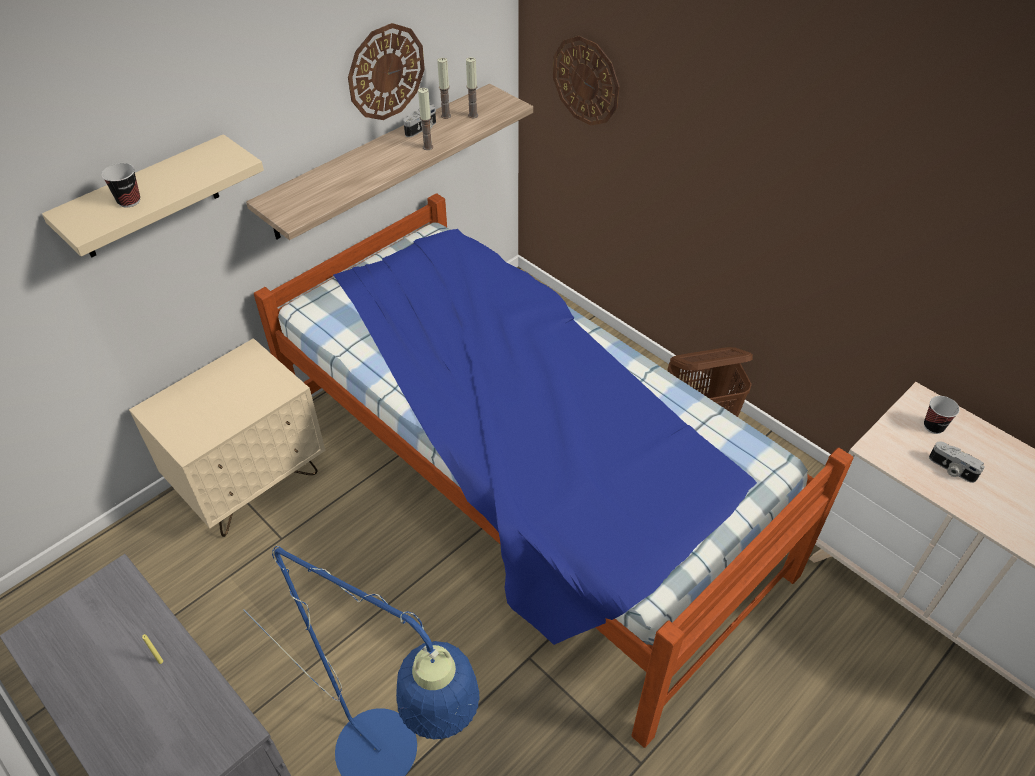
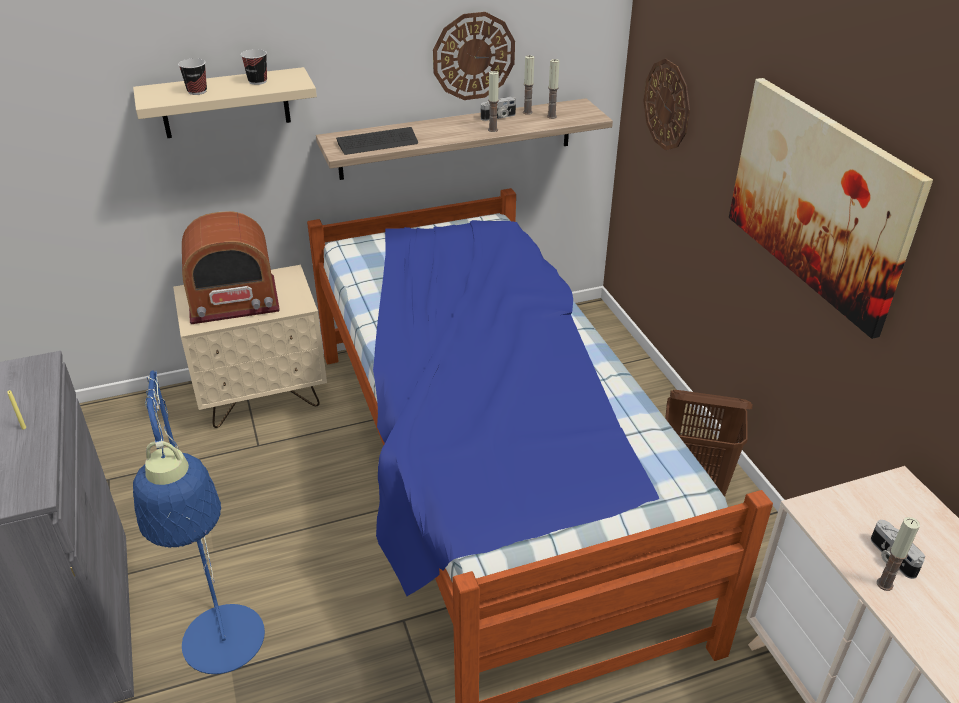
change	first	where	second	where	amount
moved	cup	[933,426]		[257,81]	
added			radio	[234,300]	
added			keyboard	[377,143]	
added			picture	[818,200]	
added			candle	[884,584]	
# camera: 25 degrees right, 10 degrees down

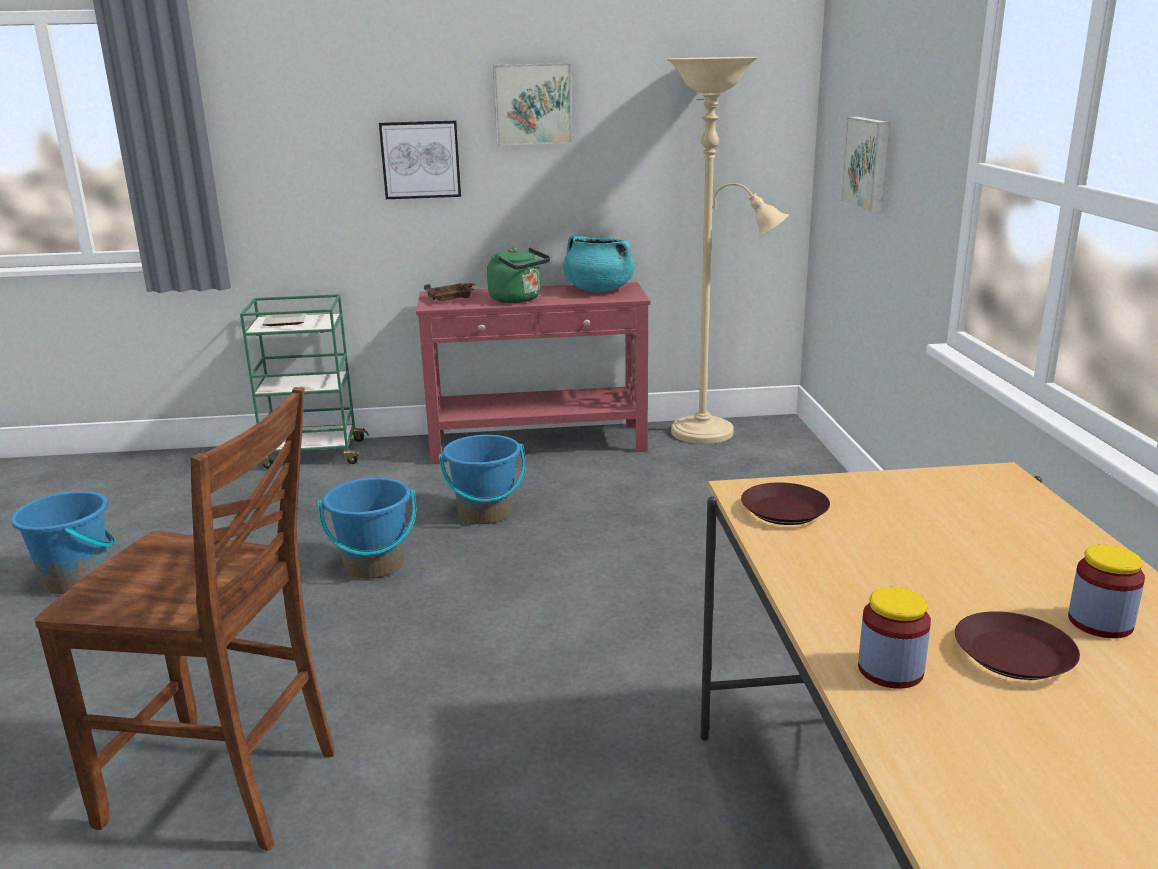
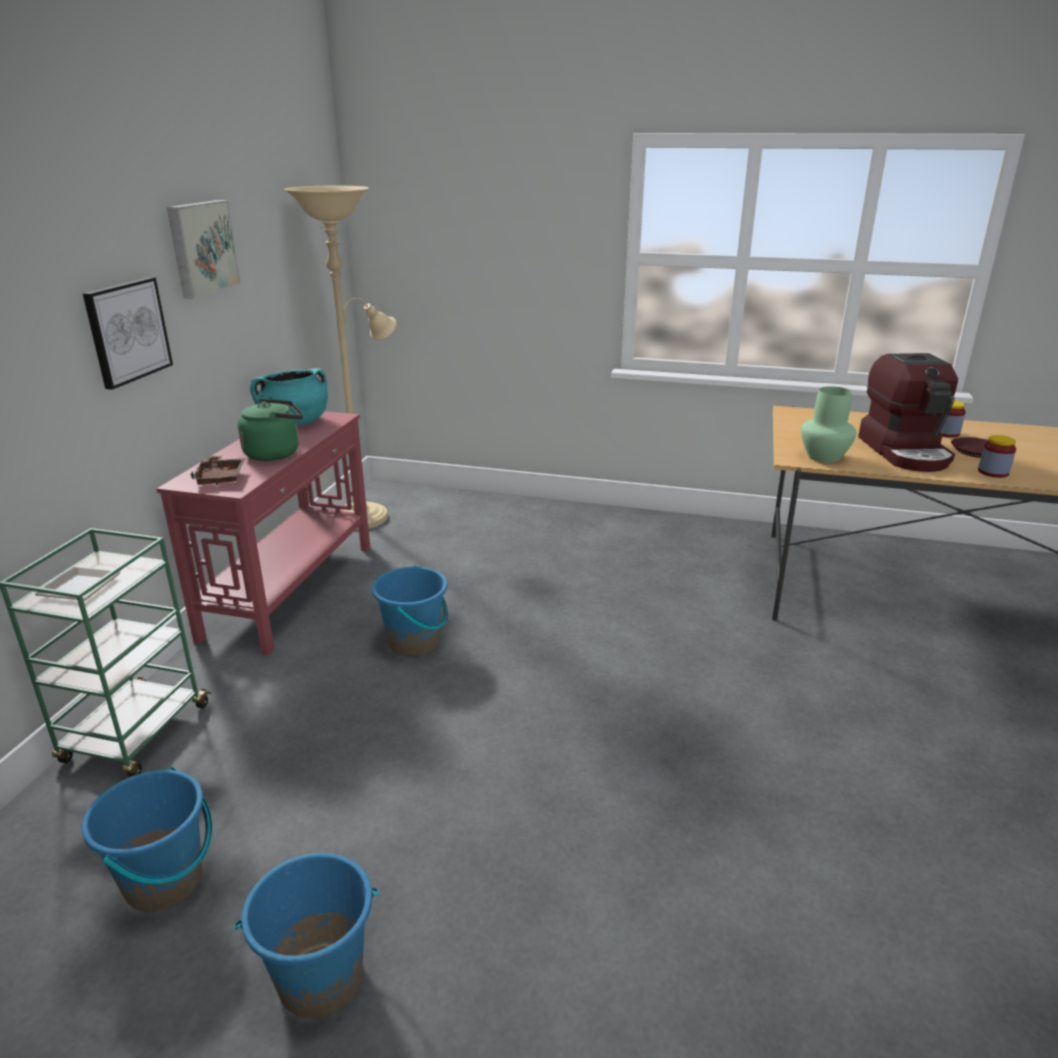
change	first	where	second	where	amount
removed	brown chair	[225,787]			
moved	blue bucket	[374,565]		[164,881]	
replaced	brown plate	[785,511]	green vase	[824,457]	
removed	picture	[869,163]			
added			coffee machine	[906,452]	
# camera: 70 degrees left, 5 degrees up

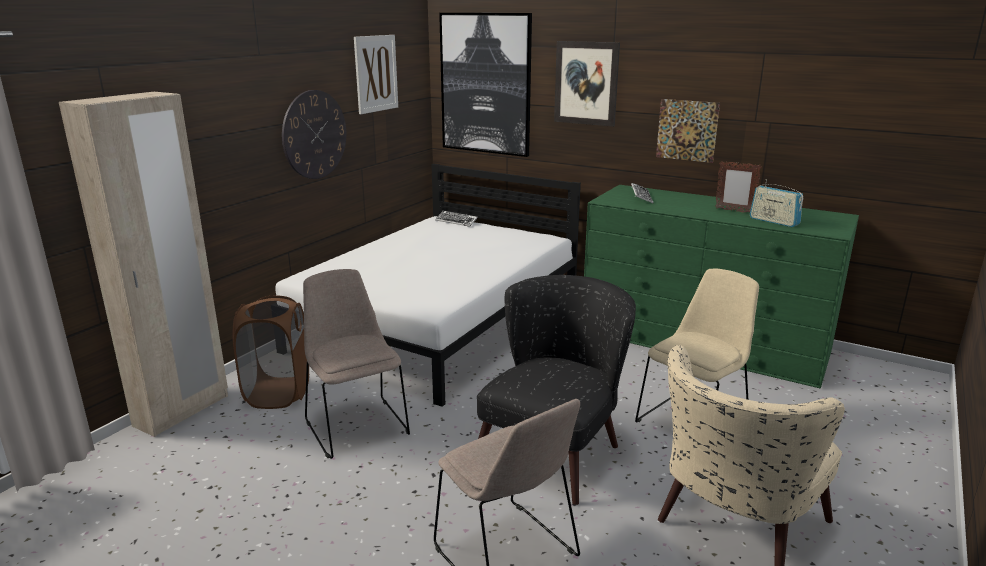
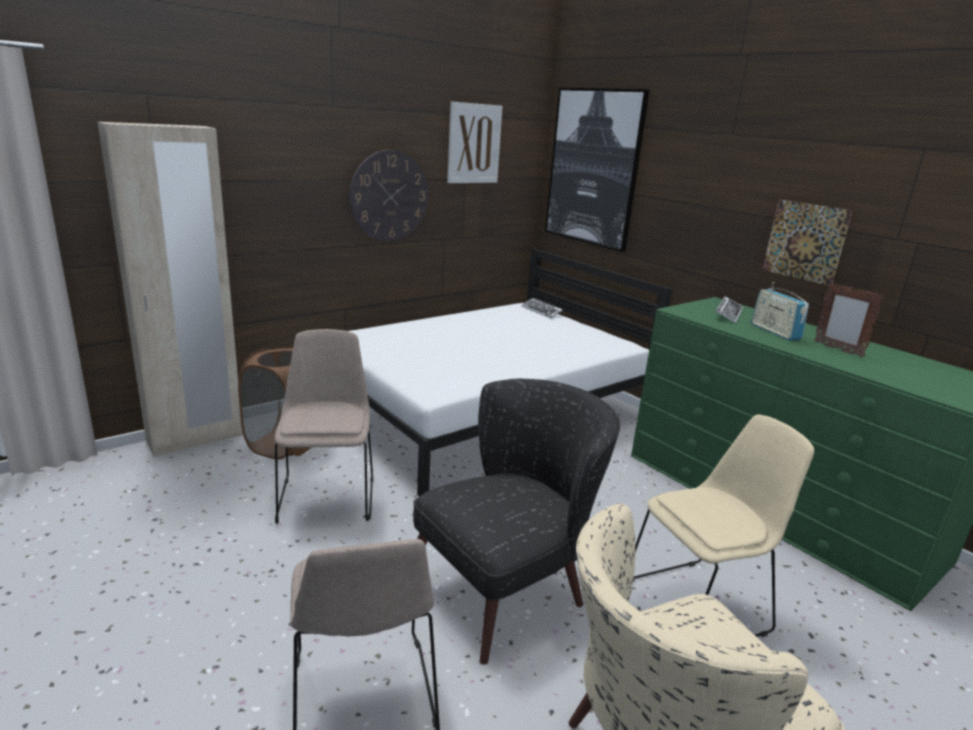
change	first	where	second	where	amount
removed	picture	[586,83]			
moved	radio	[774,221]		[774,332]	
# camera: 20 degrees right, 0 degrees up

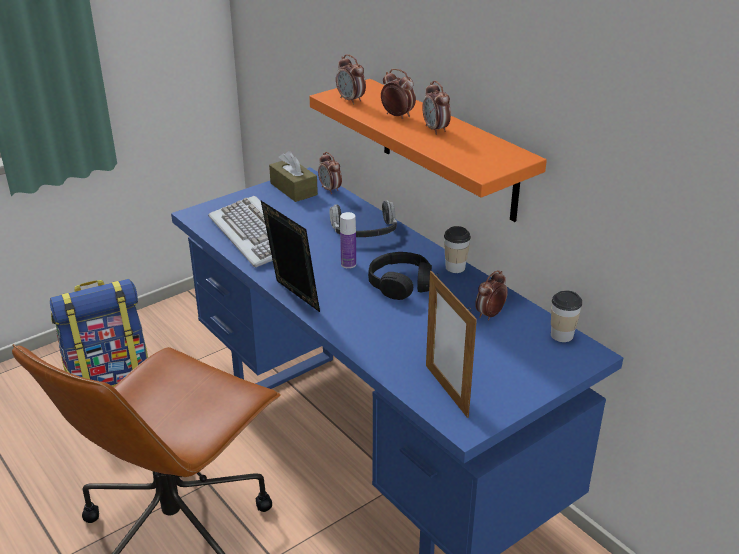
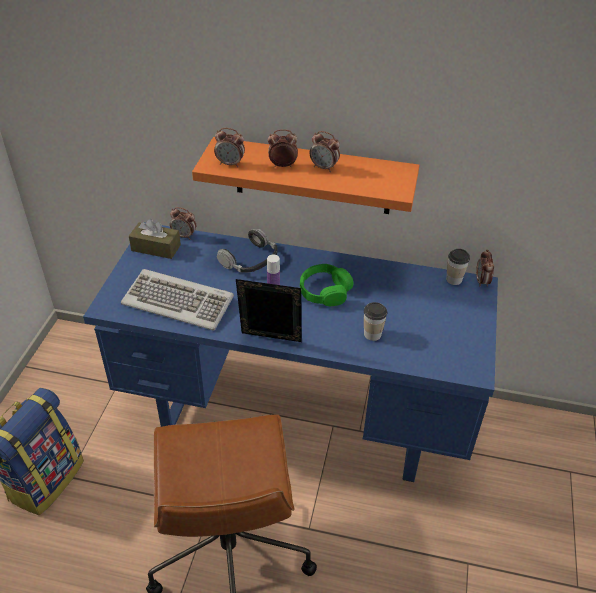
change	first	where	second	where	amount
recoloured	black headphones	[401,284]	green headphones	[325,291]	
removed	picture frame	[446,390]			
moved	cup	[455,267]		[372,334]	
moved	alarm clock	[489,315]		[482,282]	
# camera: 40 degrees left, 10 degrees up

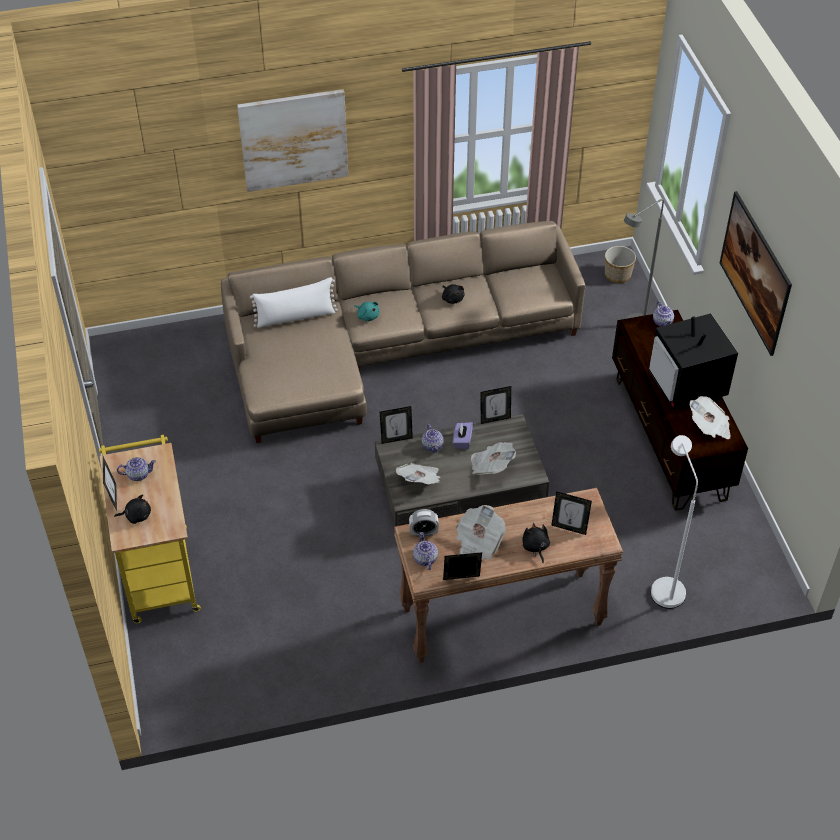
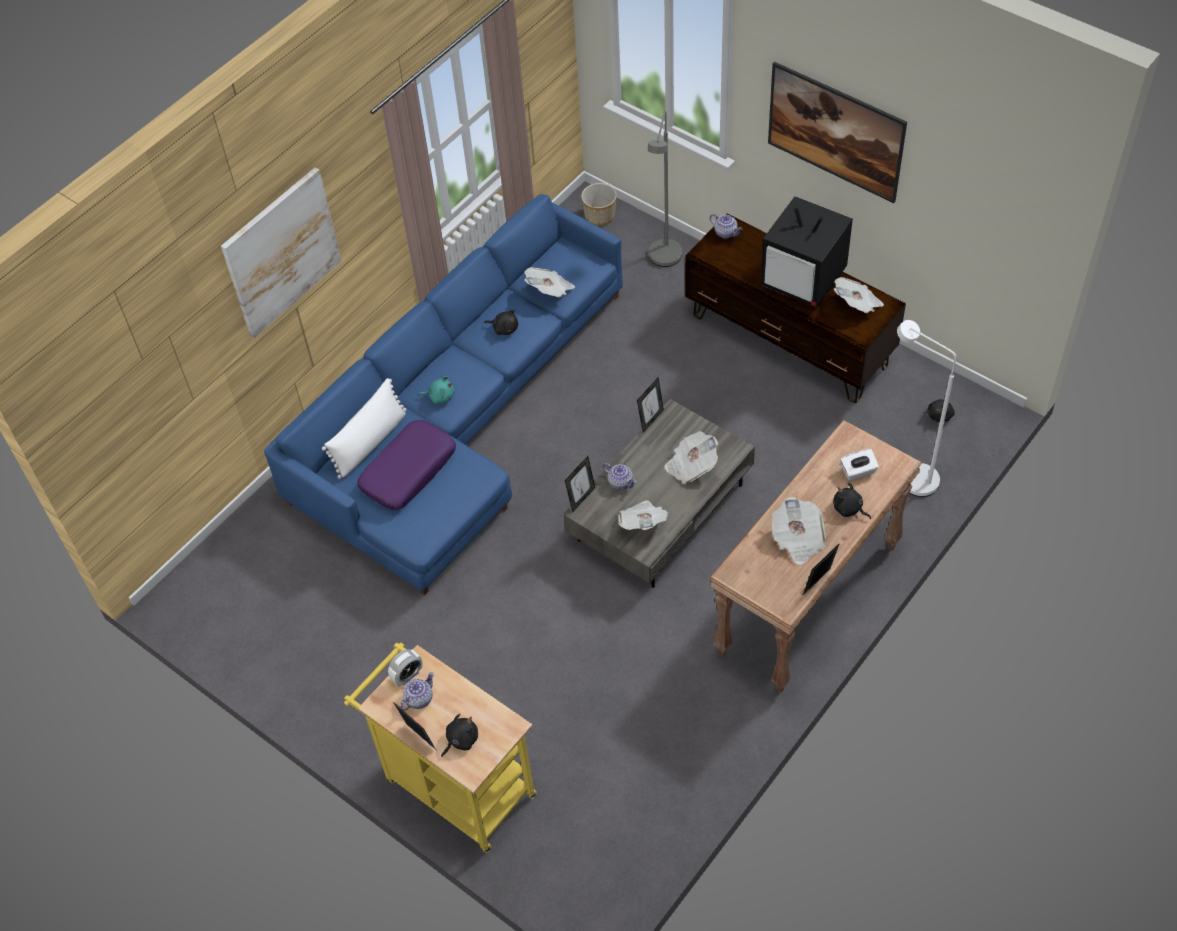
change	first	where	second	where	amount
recoloured	beige sofa	[386,349]	blue sofa	[457,420]	
moved	alarm clock	[423,532]		[407,676]	
removed	teapot	[425,559]			
removed	purple tissue box	[462,441]			
replaced	picture frame	[569,528]	white tissue box	[858,472]	
added			purple pillow	[408,471]	
added			newspaper	[550,290]	
added			black plush toy	[940,415]	
# camera: 35 degrees left, 5 degrees up

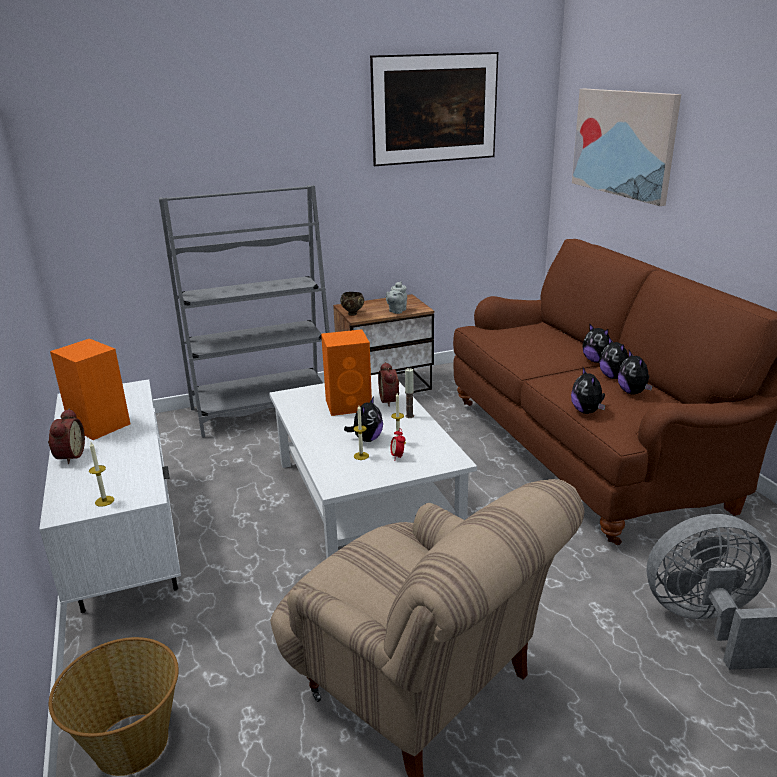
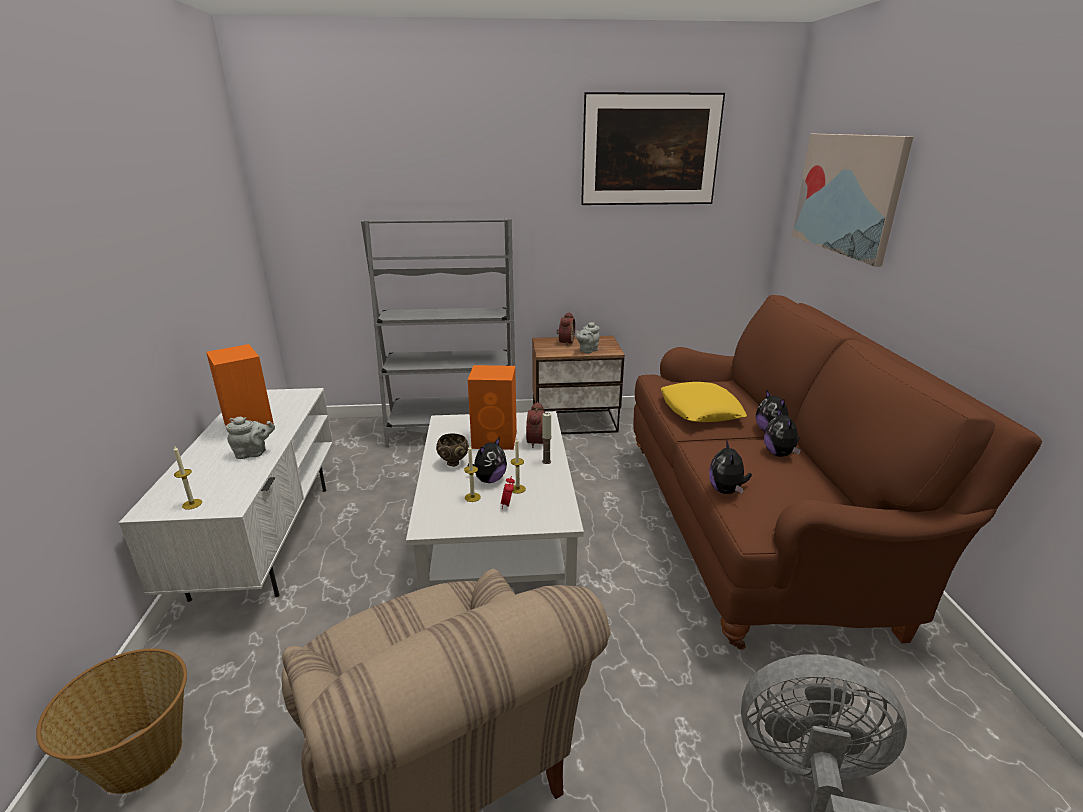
change	first	where	second	where	amount
moved	alarm clock	[68,456]		[565,342]	
moved	brown bowl	[353,314]		[454,463]	
removed	plush toy	[633,392]			
added			grey teapot	[253,453]	
added			yellow pillow	[700,410]	
# camera: 15 degrees right, 0 degrees up

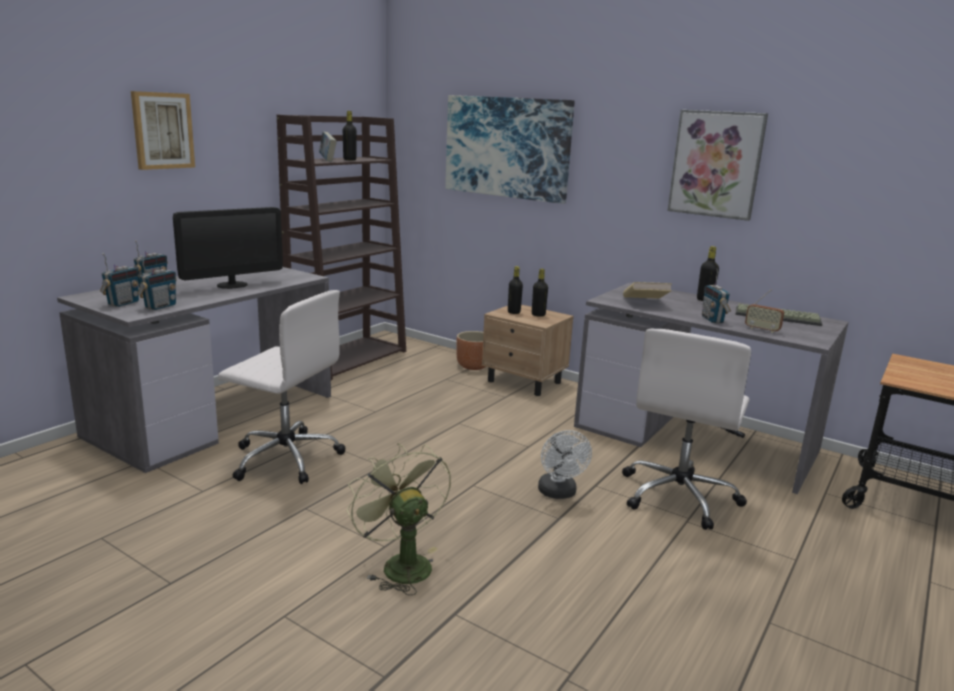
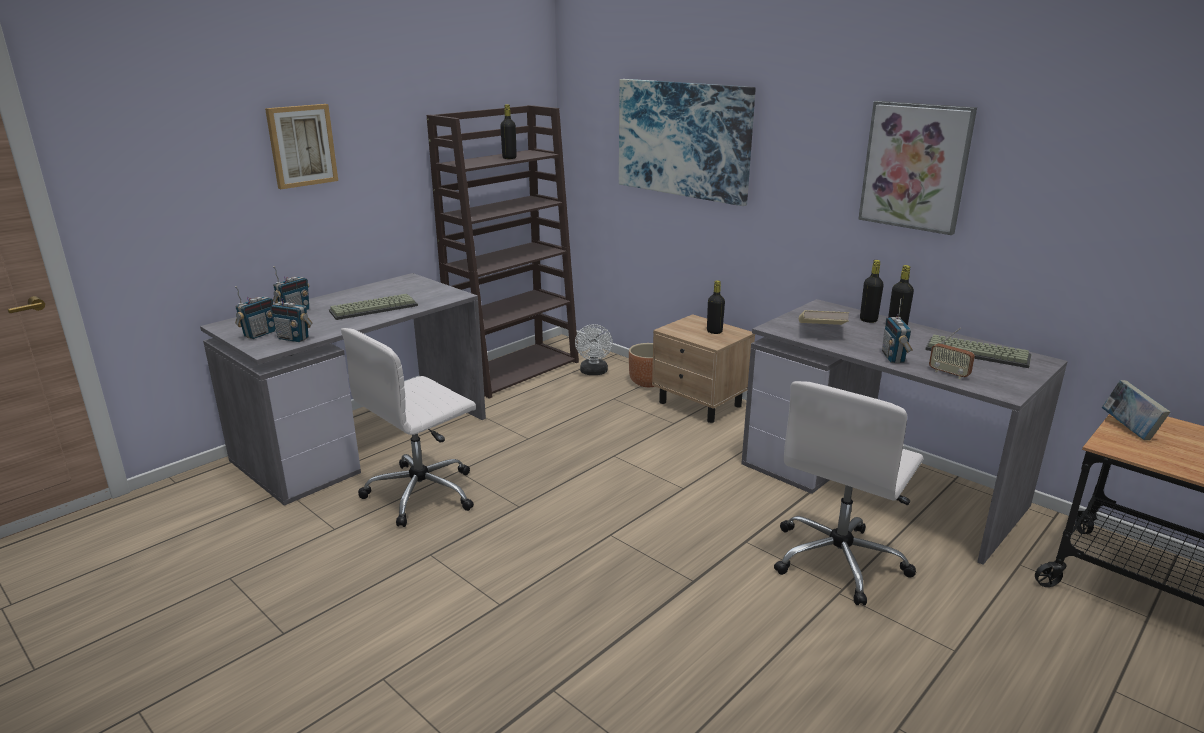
change	first	where	second	where	amount
turned	radio	[160,306]		[293,338]	75 degrees clockwise
replaced	monitor	[232,285]	keyboard	[374,308]	
turned	white office chair	[285,458]		[423,493]	105 degrees clockwise
moved	book	[327,160]		[1128,429]	
removed	green fan	[400,564]			
moved	black bottle	[514,312]		[868,320]	
moved	white fan	[559,493]		[594,372]	
# camera: 10 degrees right, 5 degrees up

